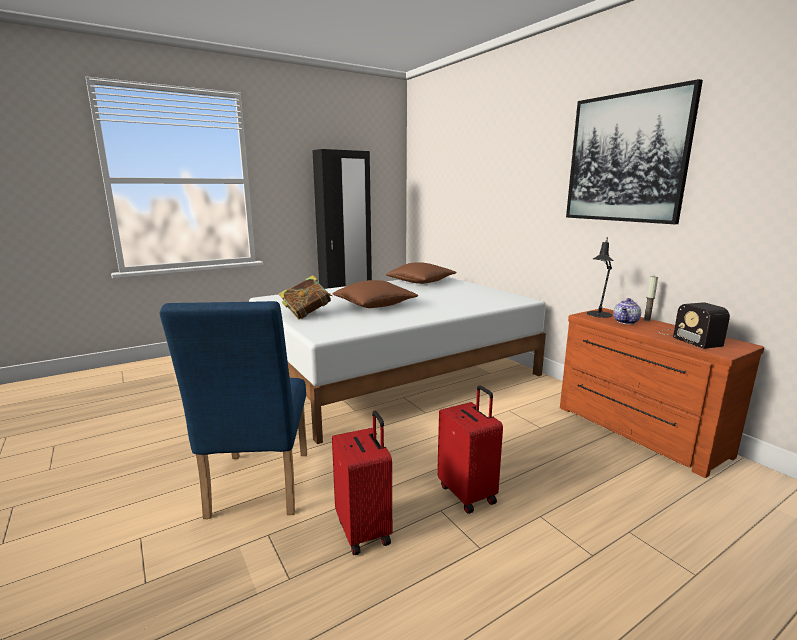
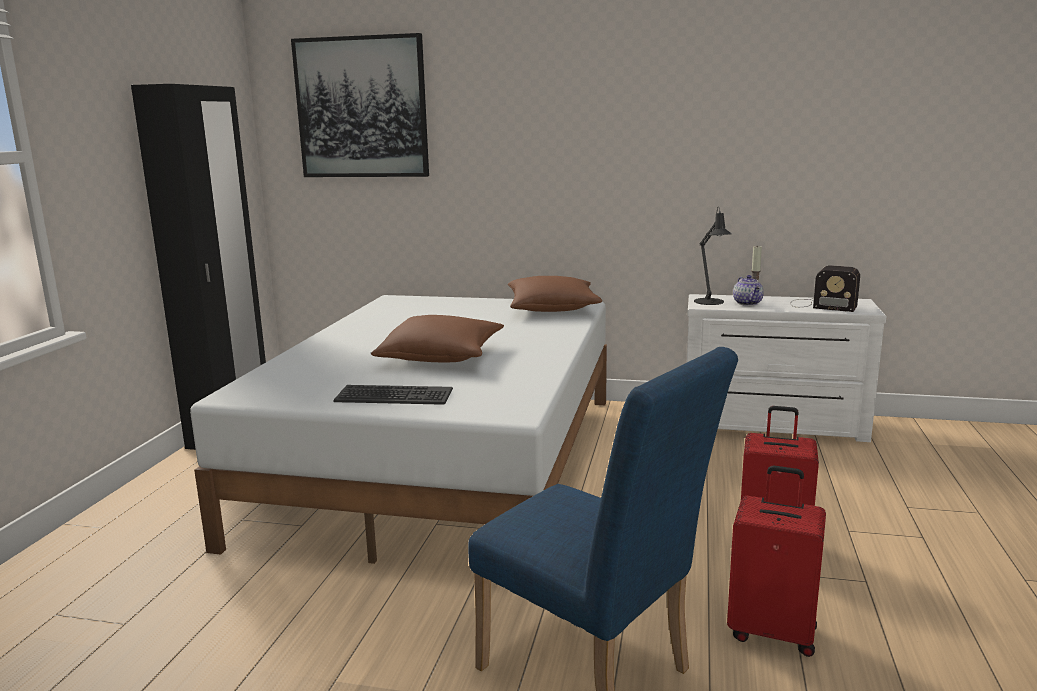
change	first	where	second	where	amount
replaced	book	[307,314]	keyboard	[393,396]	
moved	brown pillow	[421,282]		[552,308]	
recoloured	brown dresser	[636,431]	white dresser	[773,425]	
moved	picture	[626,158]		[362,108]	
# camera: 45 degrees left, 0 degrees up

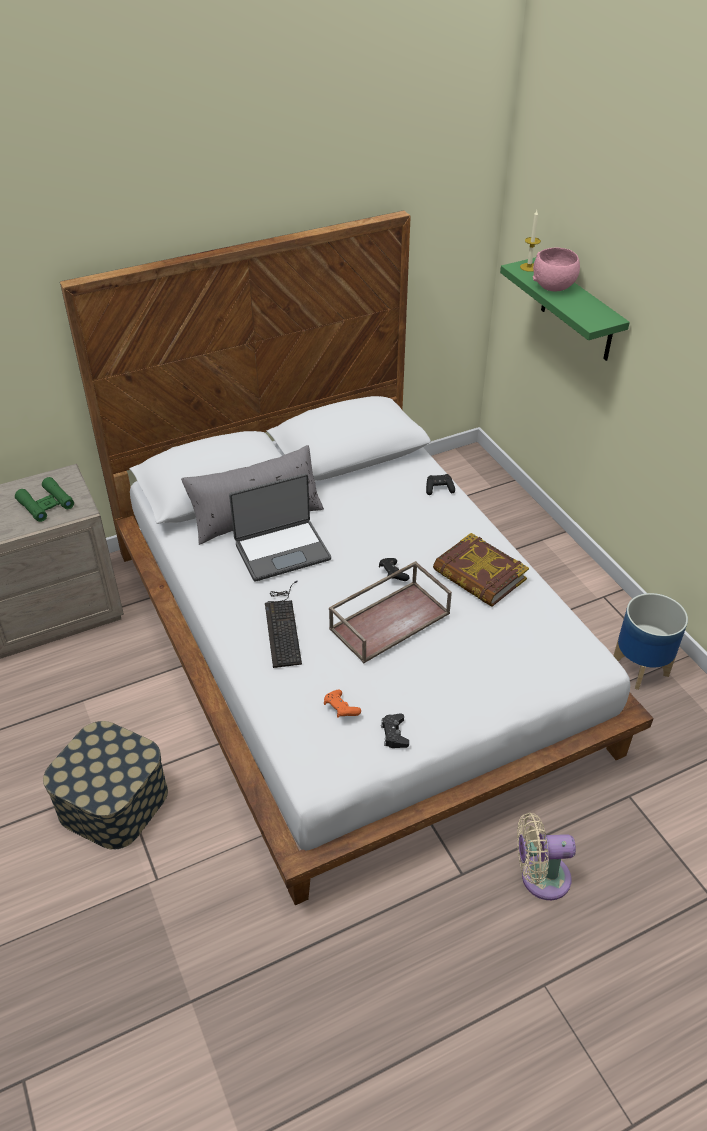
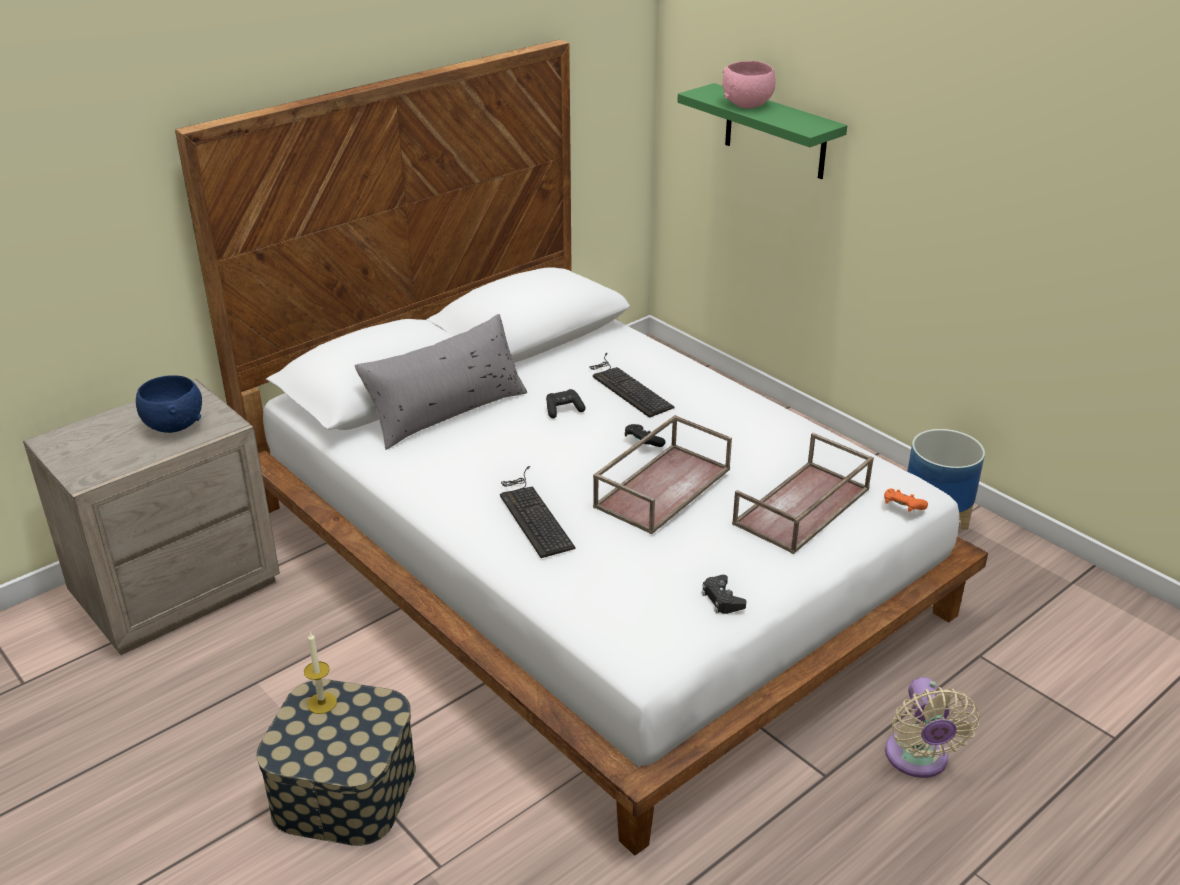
change	first	where	second	where	amount
replaced	green binoculars	[46,504]	blue bowl	[174,425]	
removed	laptop	[282,550]			
moved	orange game controller	[340,709]		[902,507]	
moved	black game controller	[439,489]		[563,410]	
removed	book	[479,576]			
turned	beige fan	[540,877]		[918,760]	75 degrees counterclockwise
moved	candle	[529,267]		[322,703]	
added			keyboard	[626,386]	
added			brown tray	[802,508]	
# camera: 15 degrees left, 10 degrees down

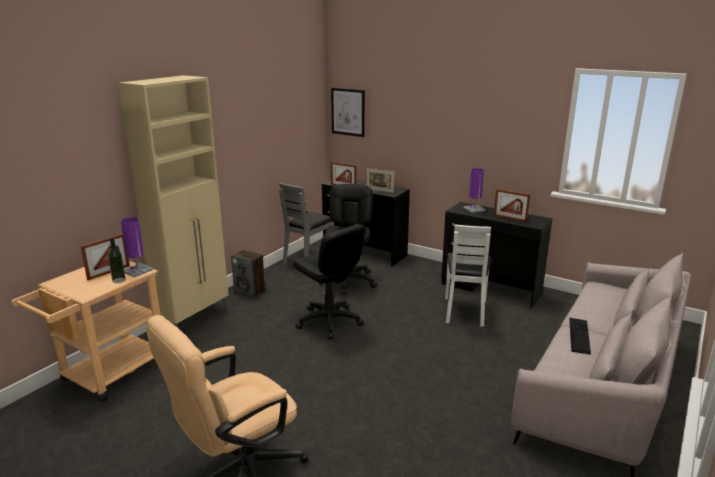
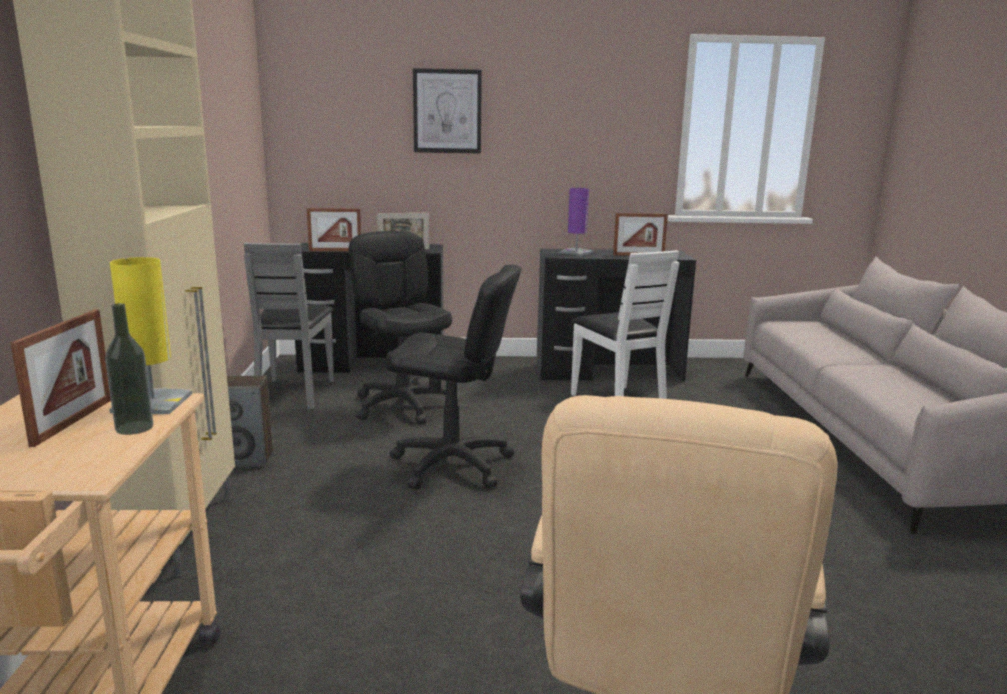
change	first	where	second	where	amount
recoloured	purple table lamp	[137,270]	yellow table lamp	[152,403]	
moved	picture	[348,112]		[447,111]	
removed	keyboard	[579,335]			
# camera: 35 degrees left, 5 degrees down

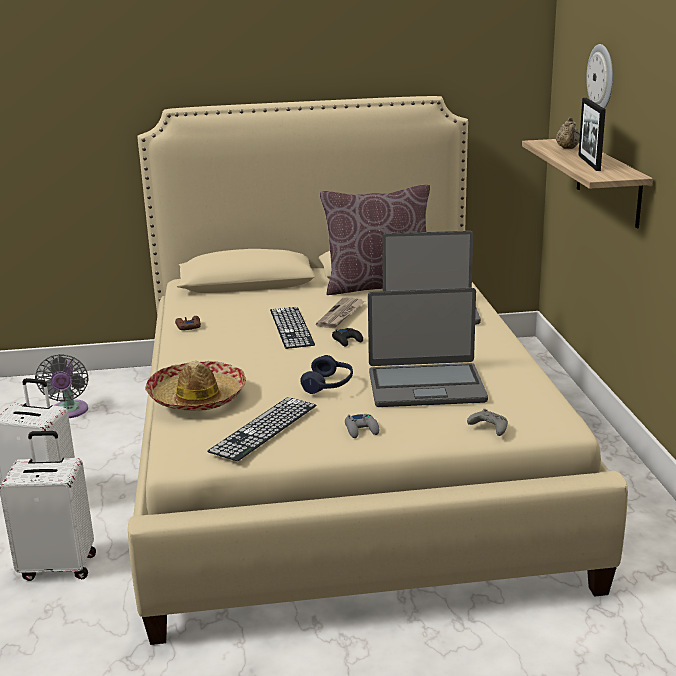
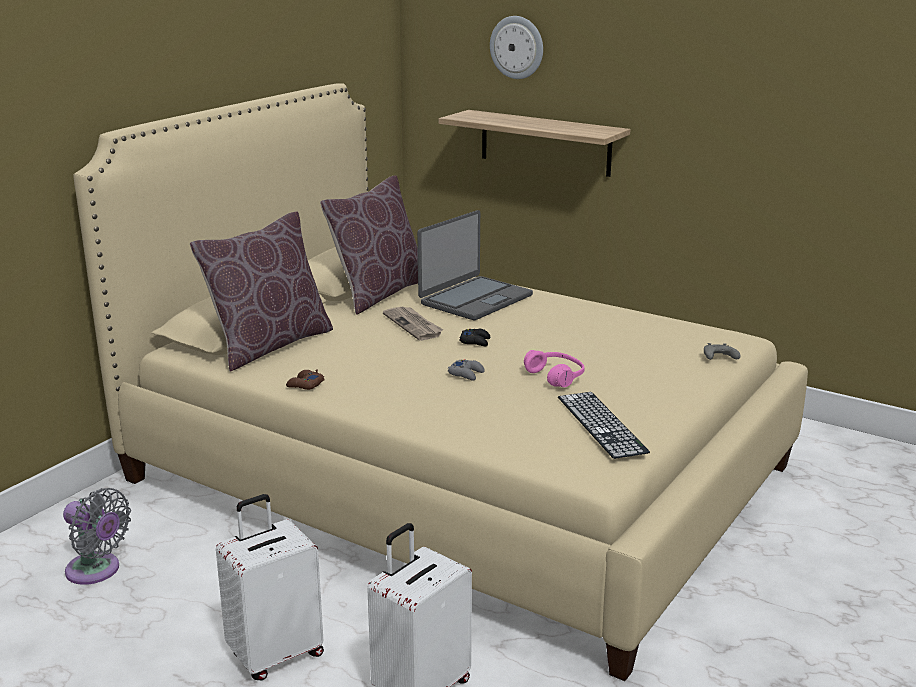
change	first	where	second	where	amount
removed	hat	[197,397]			
removed	keyboard	[291,327]			
recoloured	blue headphones	[328,385]	pink headphones	[555,376]	
moved	grey game controller	[361,430]		[466,374]	
removed	laptop	[426,386]			
removed	beige teapot	[567,148]			
removed	picture frame	[589,163]			
added			brown pillow	[269,345]	
# camera: 50 degrees left, 0 degrees up

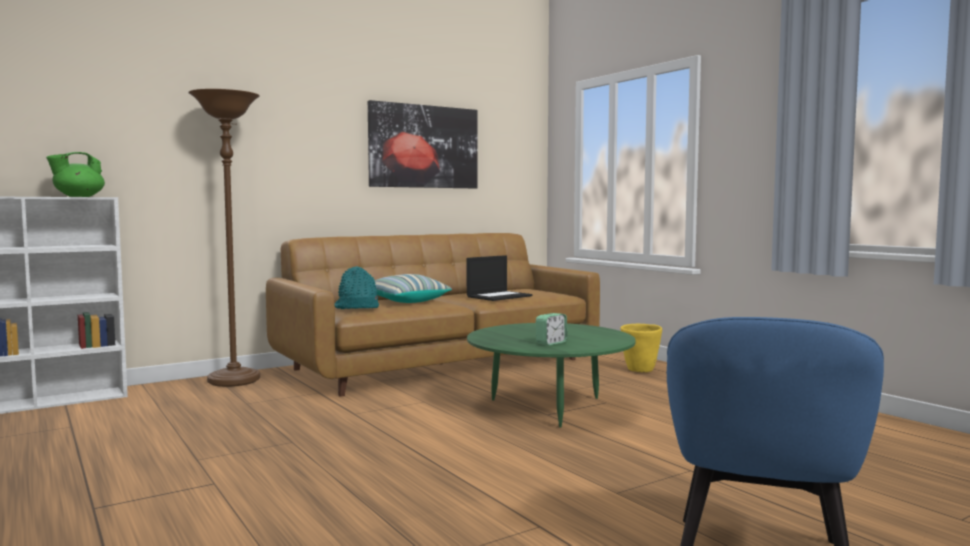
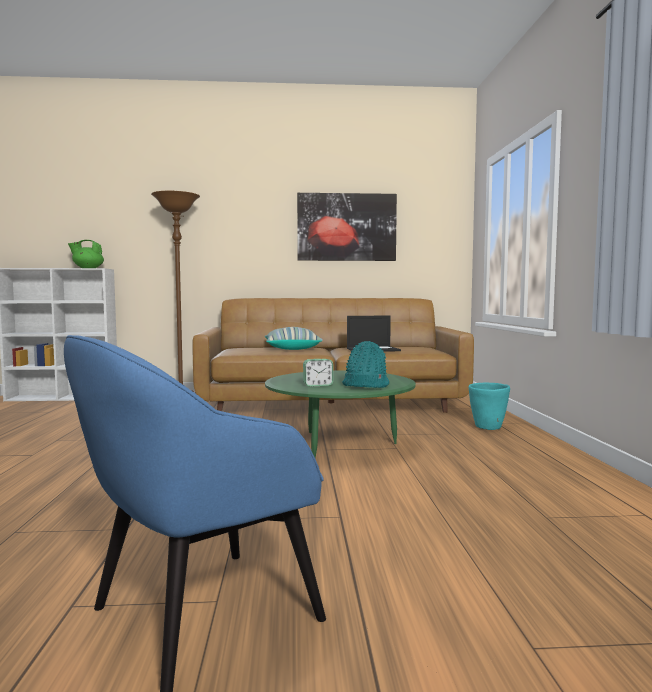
change	first	where	second	where	amount
moved	turquoise hat	[356,307]		[365,385]	
recoloured	yellow planter	[640,370]	turquoise planter	[487,428]	
# camera: 30 degrees right, 0 degrees up

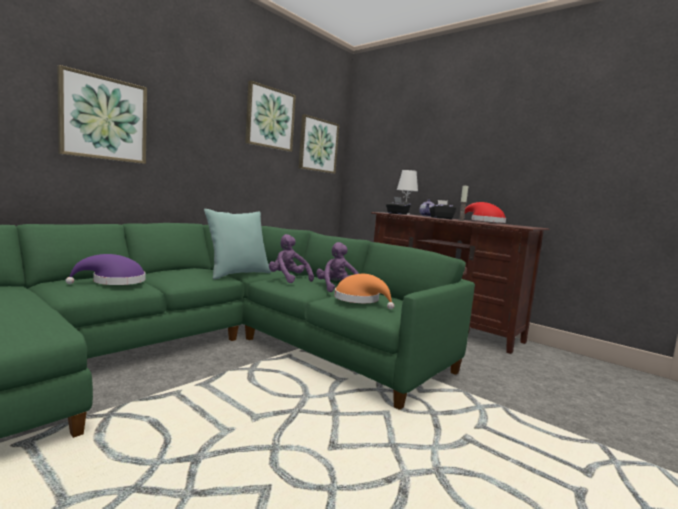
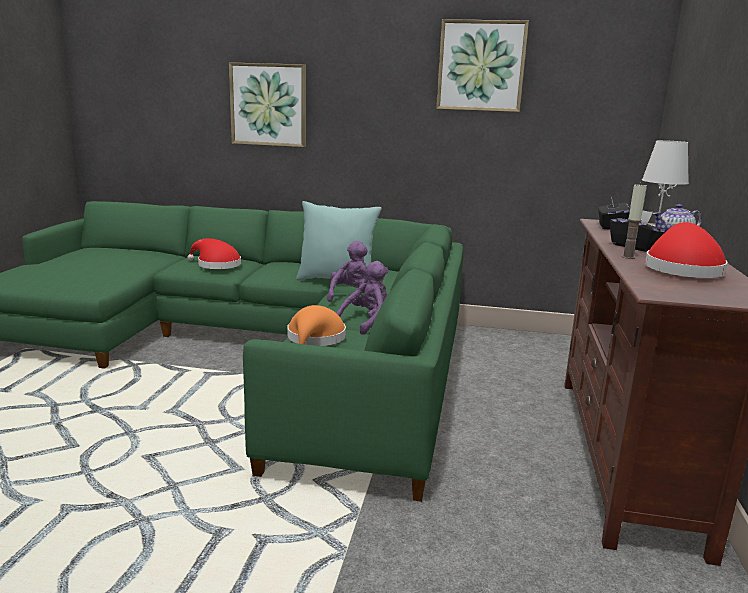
change	first	where	second	where	amount
recoloured	purple hat	[114,282]	red hat	[216,265]	
removed	picture	[318,145]			
# camera: 60 degrees right, 10 degrees up

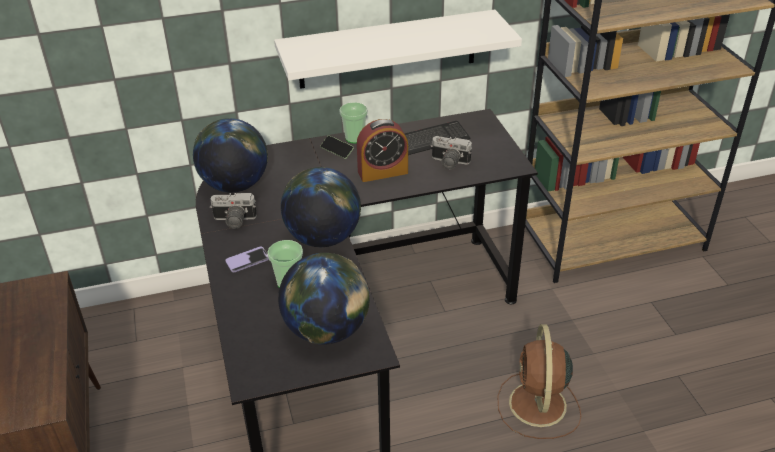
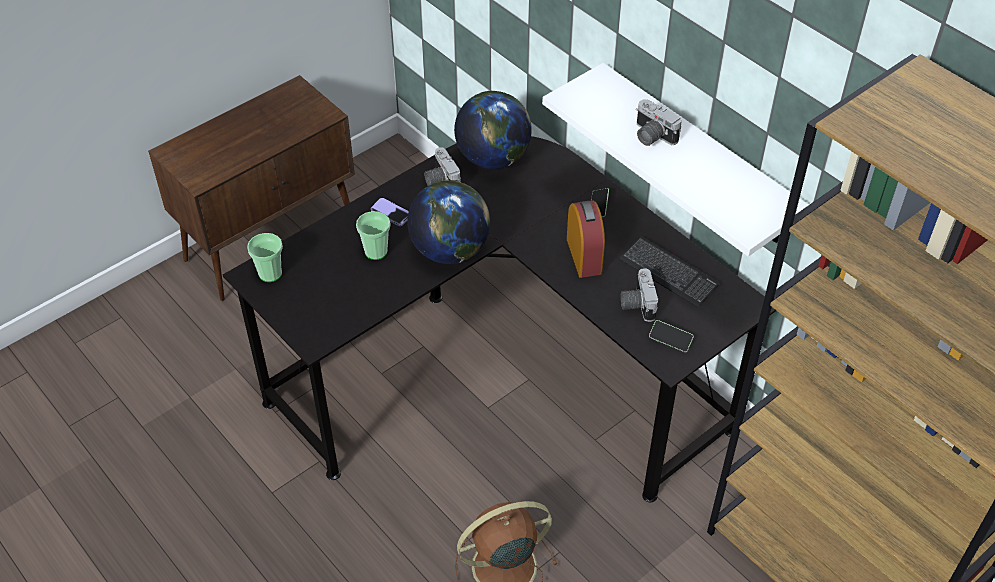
change	first	where	second	where	amount
removed	globe	[327,331]			
moved	cup	[354,138]		[270,273]	
turned	alarm clock	[382,172]		[584,256]	150 degrees counterclockwise
added			photo camera	[651,136]	
added			phone	[670,340]	
# camera: 65 degrees right, 10 degrees up

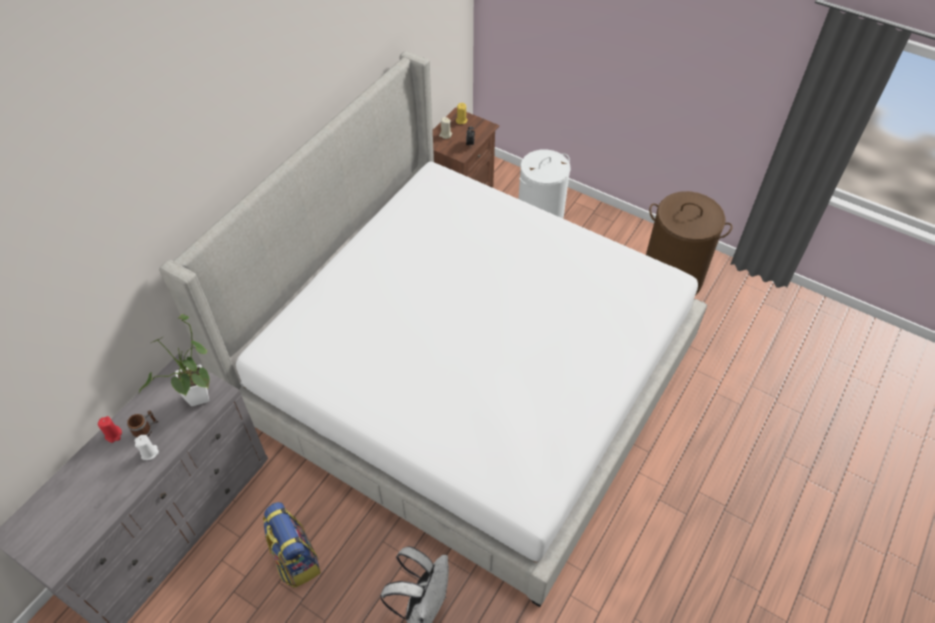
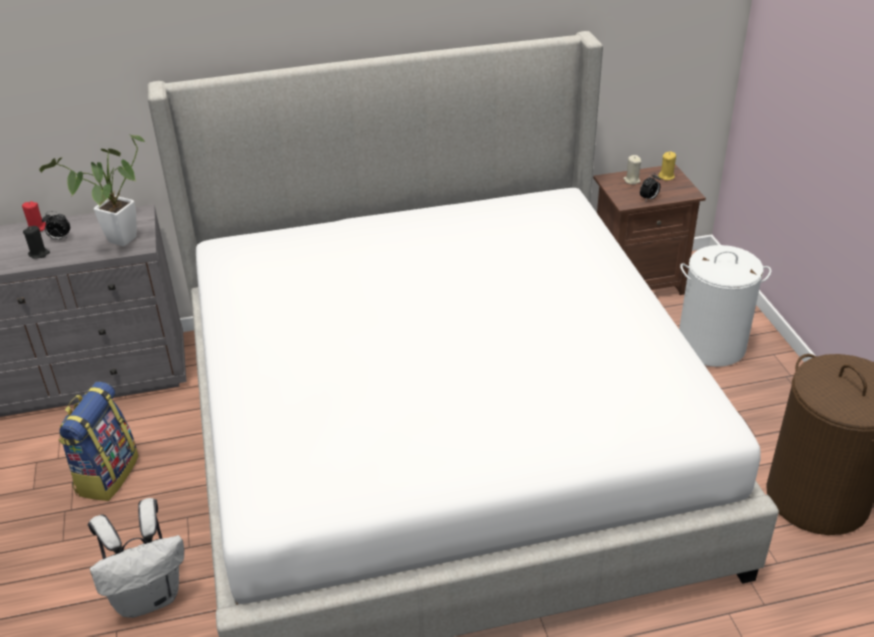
change	first	where	second	where	amount
replaced	mug	[146,429]	alarm clock	[59,238]	
recoloured	white candle	[149,452]	black candle	[39,254]	
# camera: 45 degrees right, 15 degrees down

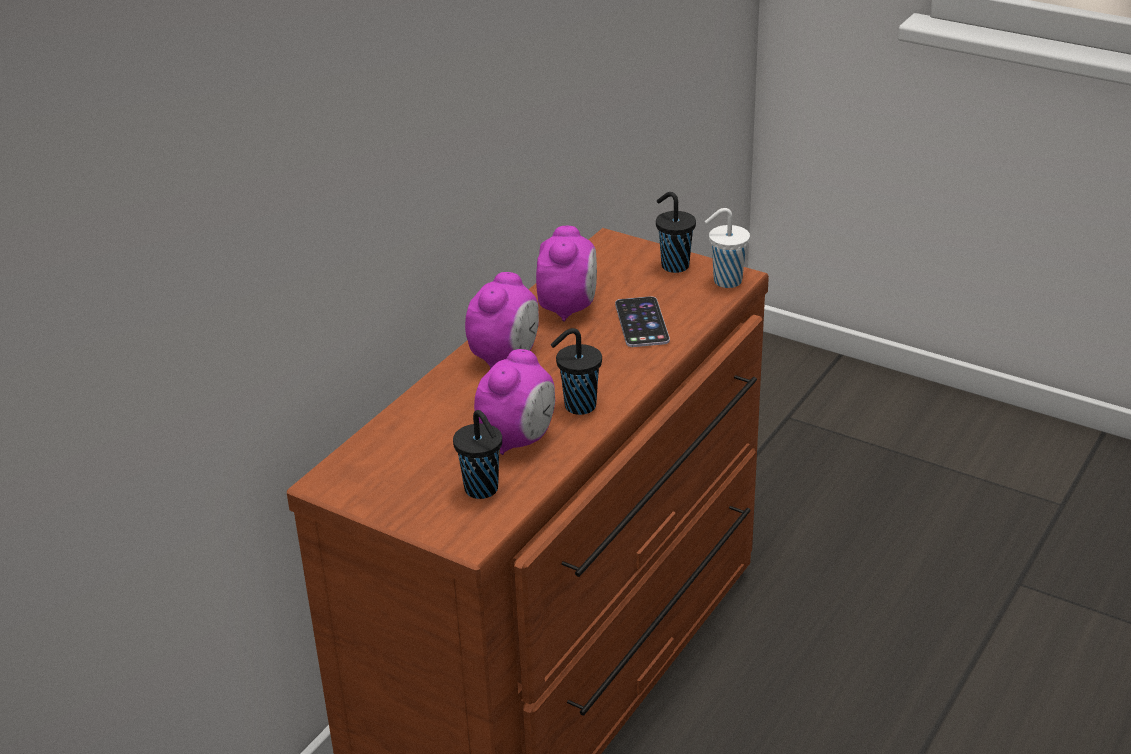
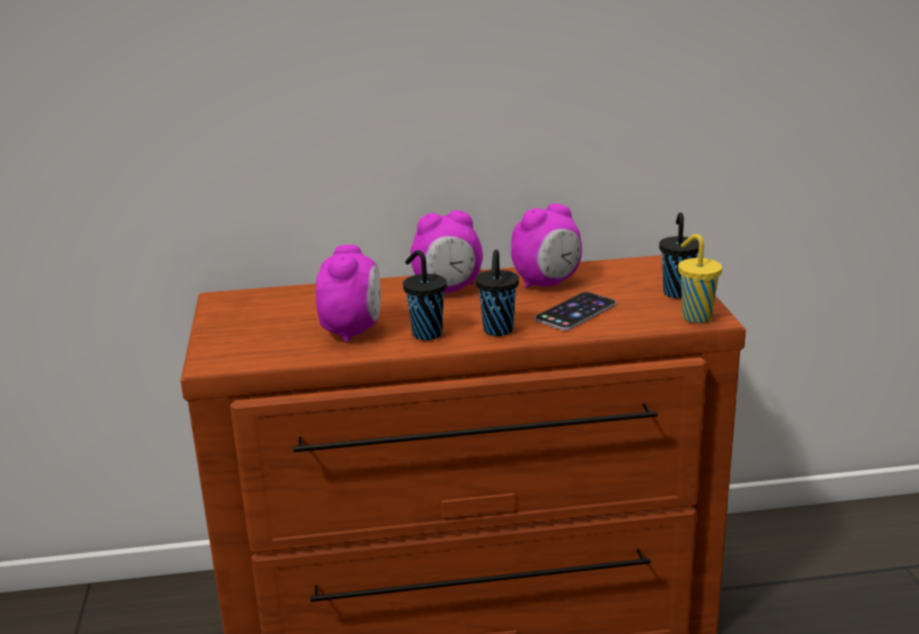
change	first	where	second	where	amount
moved	black cup	[483,490]		[498,331]	
turned	alarm clock	[518,439]		[352,331]	75 degrees counterclockwise
recoloured	white cup	[725,281]	yellow cup	[695,317]	
# camera: 50 degrees right, 10 degrees down

